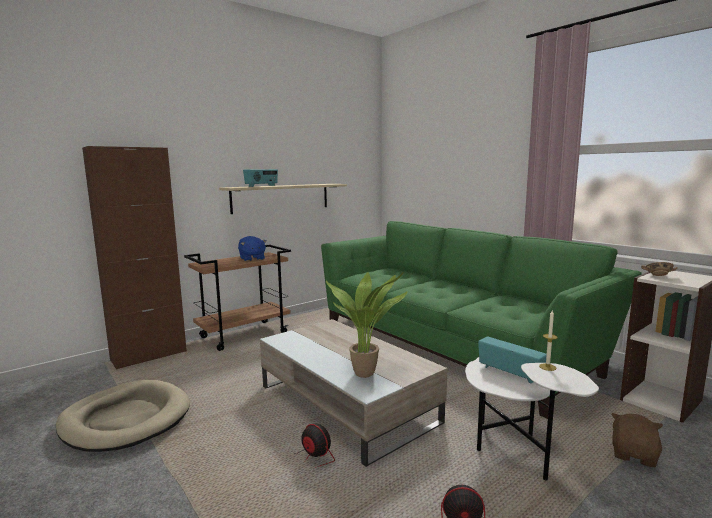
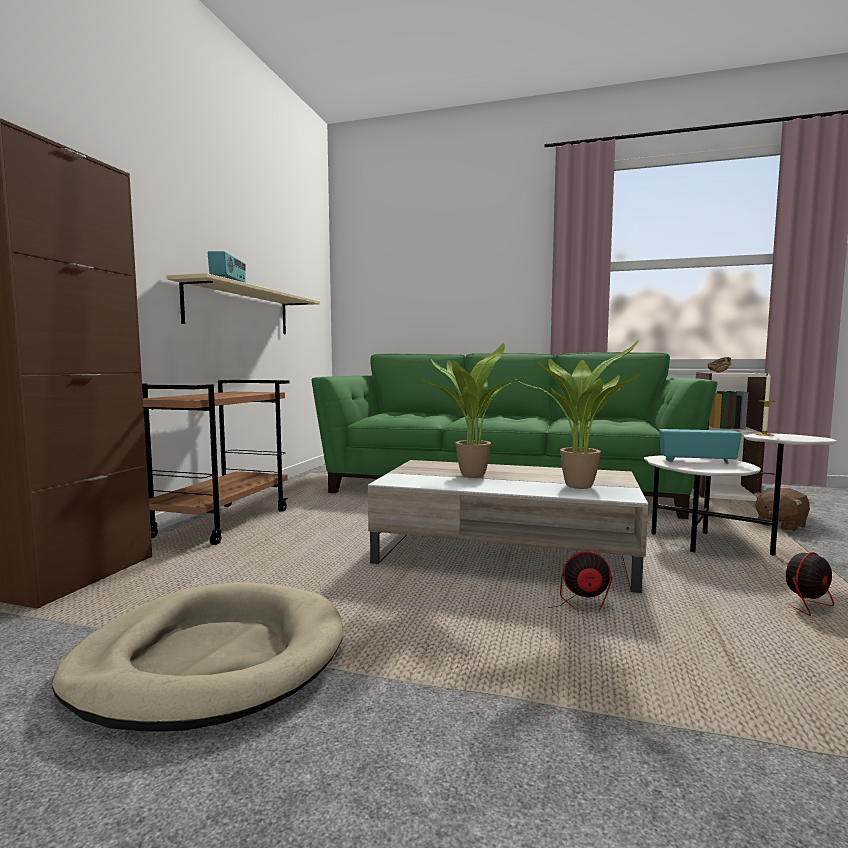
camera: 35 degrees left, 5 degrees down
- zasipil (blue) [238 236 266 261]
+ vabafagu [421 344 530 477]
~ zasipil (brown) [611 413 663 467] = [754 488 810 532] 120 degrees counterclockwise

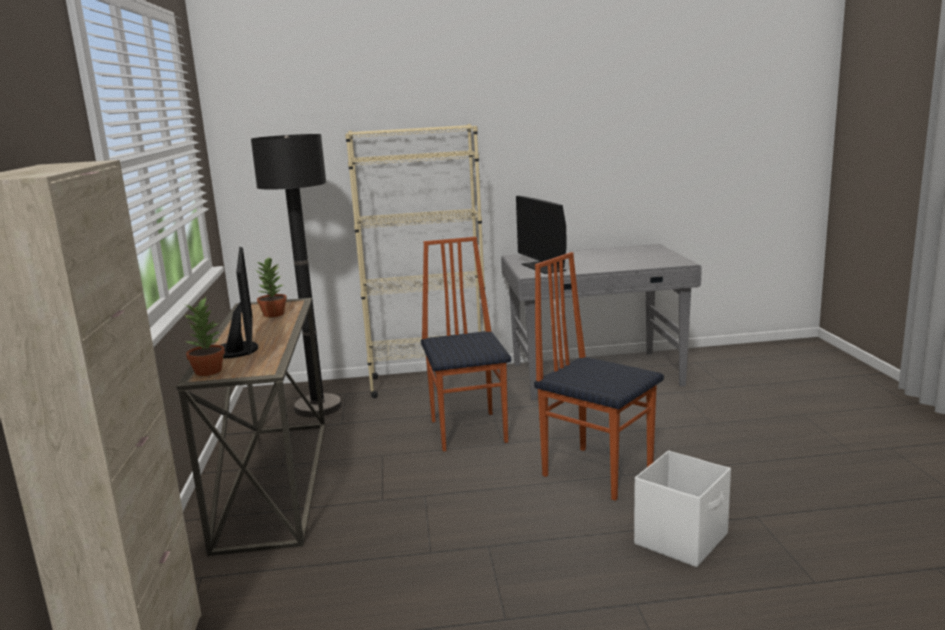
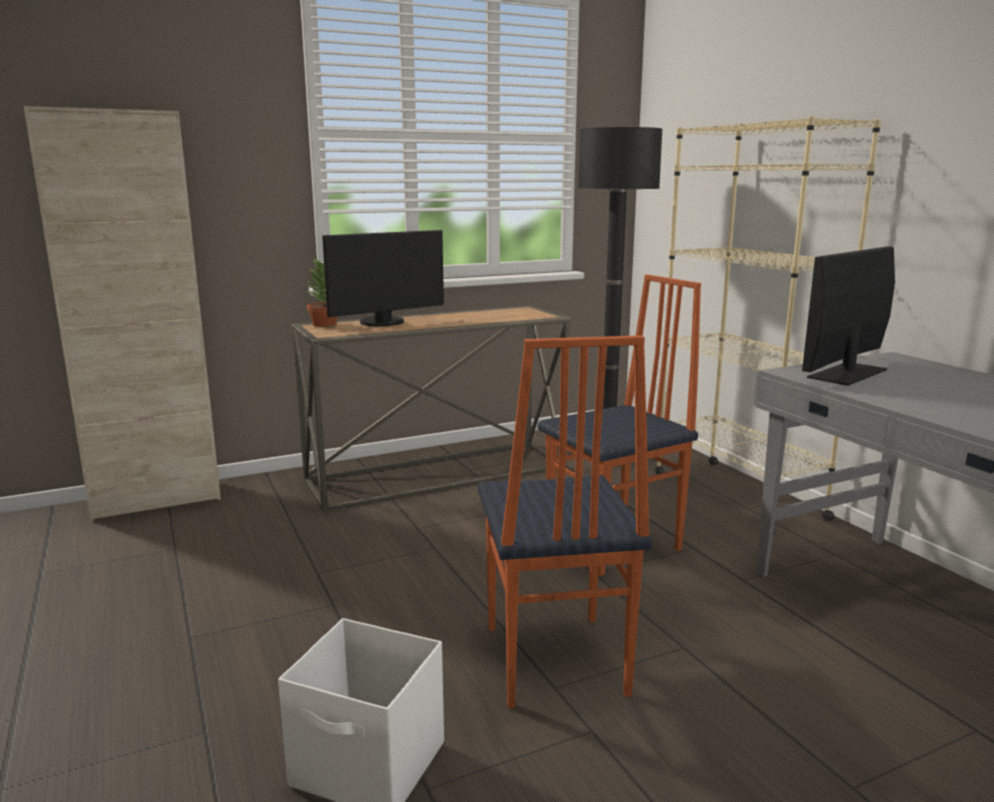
camera: 70 degrees right, 0 degrees up
- vabafagu [256 257 287 317]
~ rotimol [534 252 664 501] = [478 335 652 708] 150 degrees clockwise

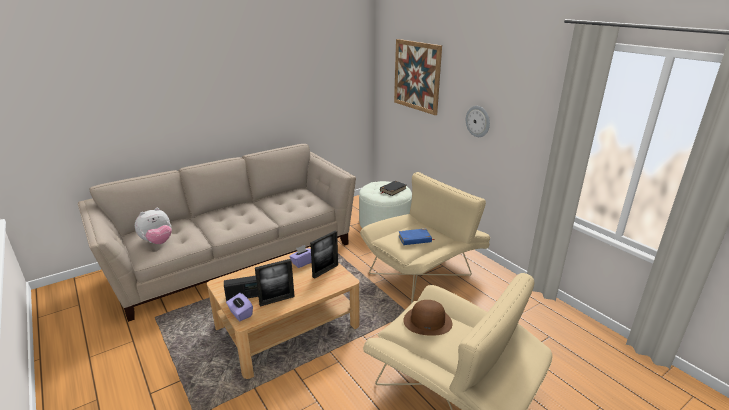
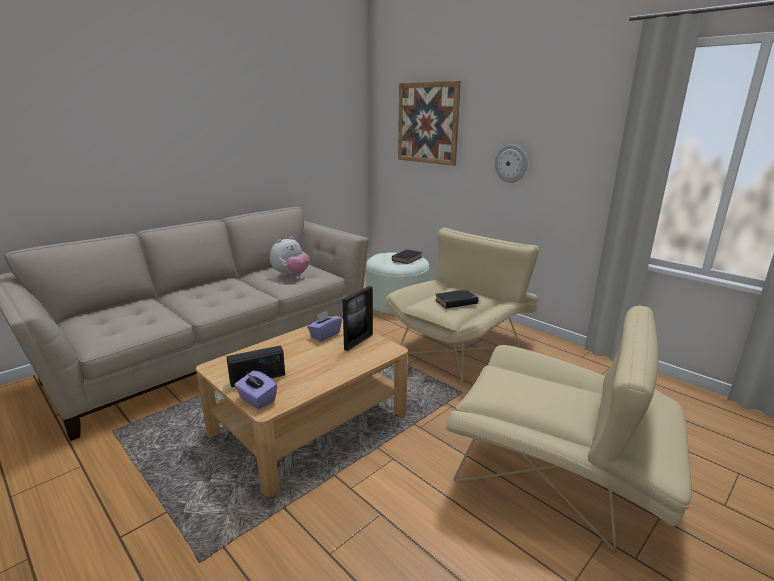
camera: 10 degrees left, 5 degrees down
- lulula [255 259 295 307]
- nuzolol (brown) [403 300 452 336]
~ zasipil [135 208 172 244] to [270 236 310 276]
~ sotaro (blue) [398 228 435 245] to sotaro (black) [435 290 478 309]

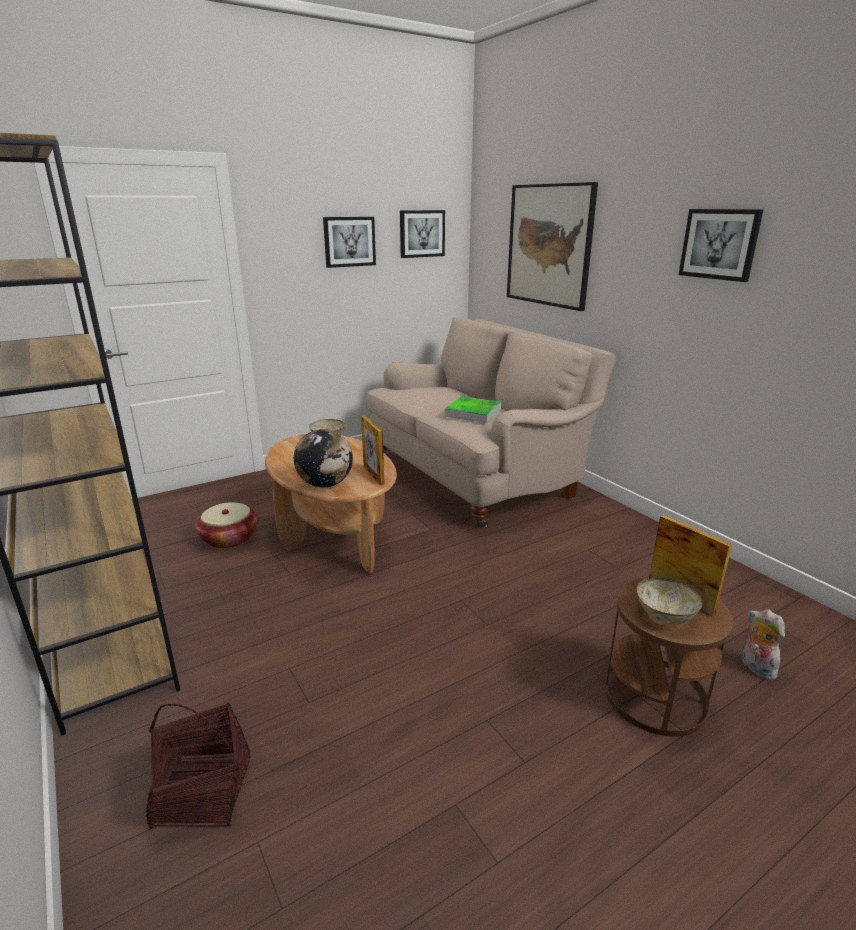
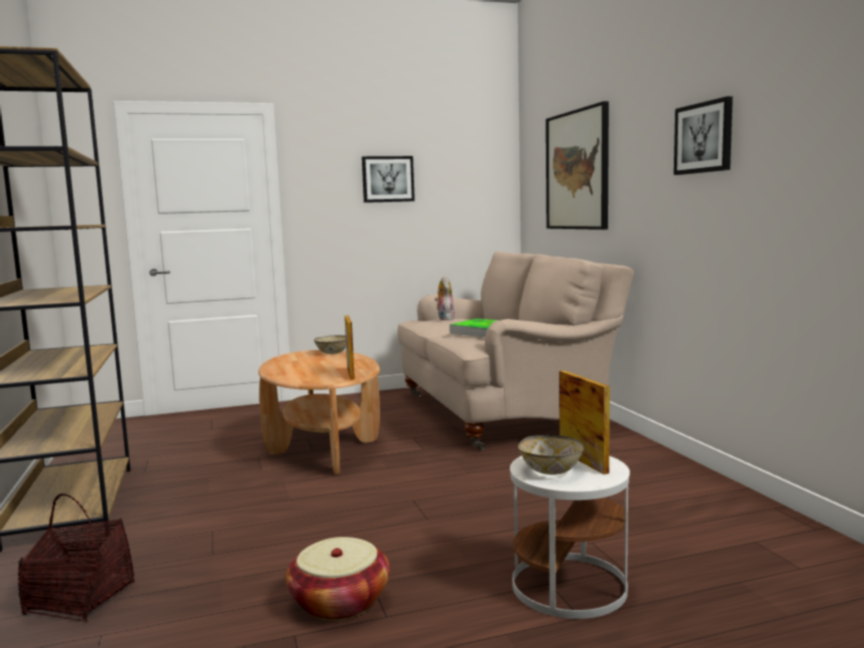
camera: 15 degrees right, 15 degrees down
- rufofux [294 429 353 488]
- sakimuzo [400 210 445 258]
~ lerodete [195 502 258 549] to [286 537 390 620]
~ zasipil [742 609 785 680] to [435 276 455 320]
~ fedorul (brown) [605 577 733 736] to fedorul (white) [510 456 630 619]

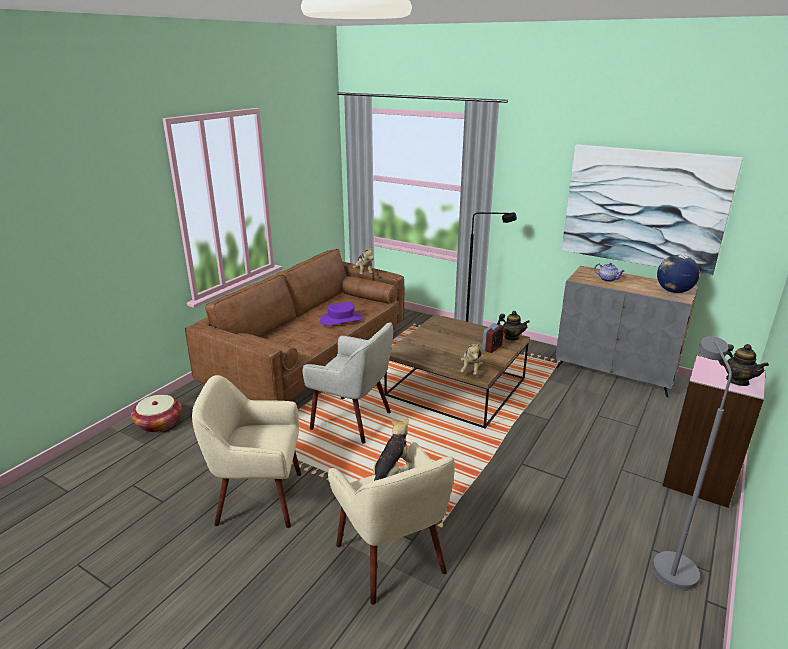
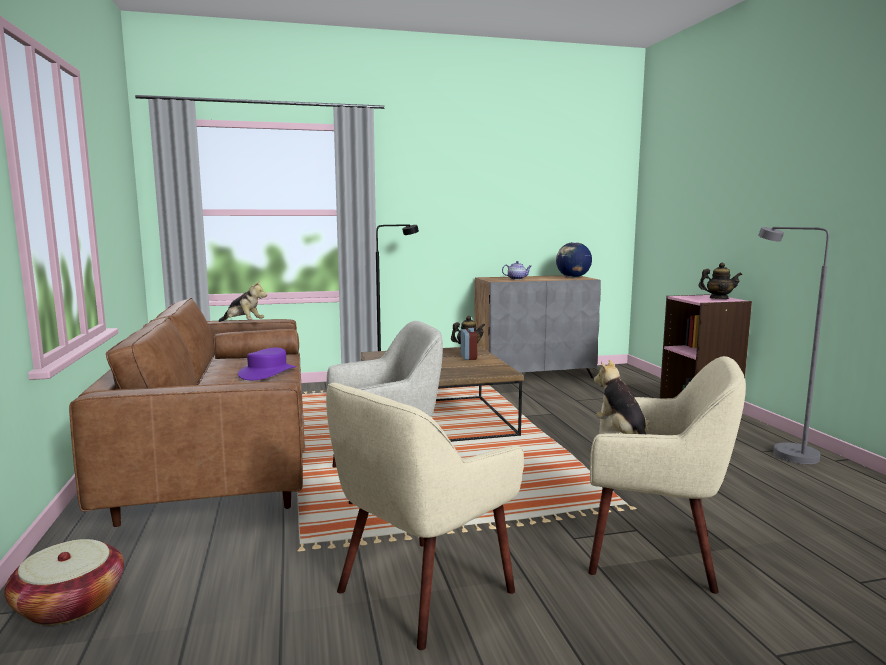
camera: 45 degrees left, 15 degrees down
- zasipil [460 342 484 375]
- sakimuzo [562 145 743 276]

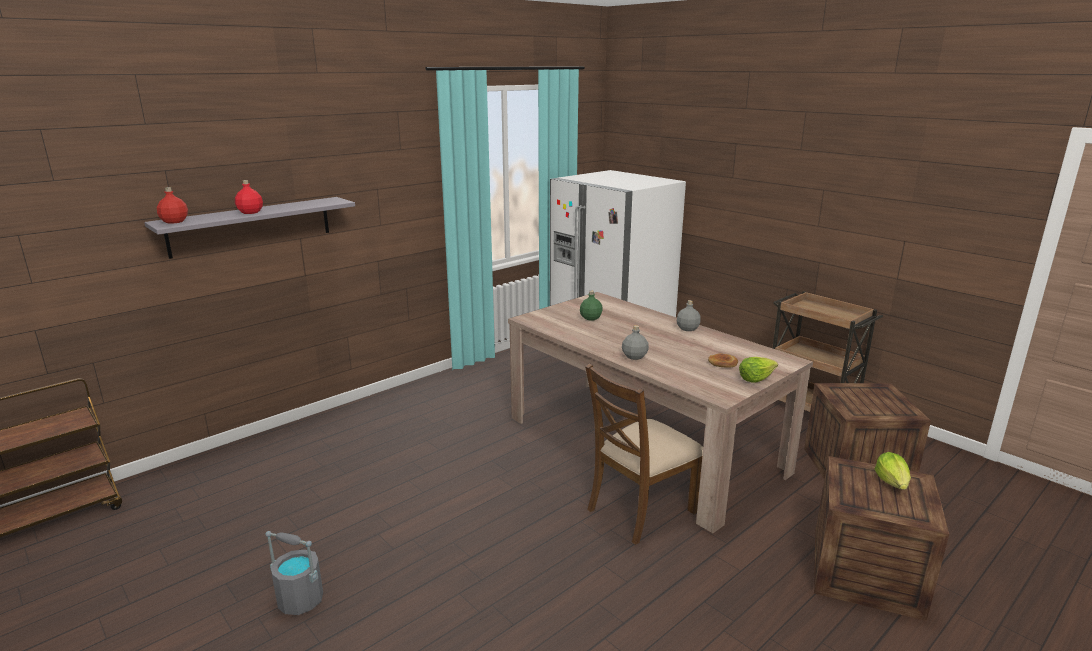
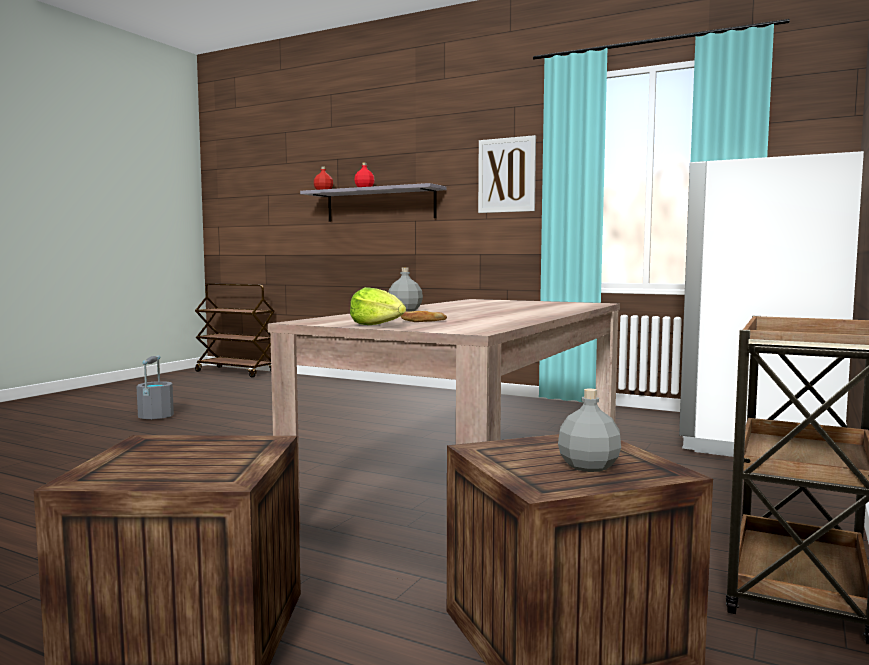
camera: 70 degrees right, 15 degrees down
- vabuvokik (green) [580 291 603 321]
- rotimol (brown) [585 363 703 545]
- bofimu [875 452 911 490]
+ sakimuzo [478 135 536 213]
~ vabuvokik (grey) [677 300 701 331] to [558 389 621 472]

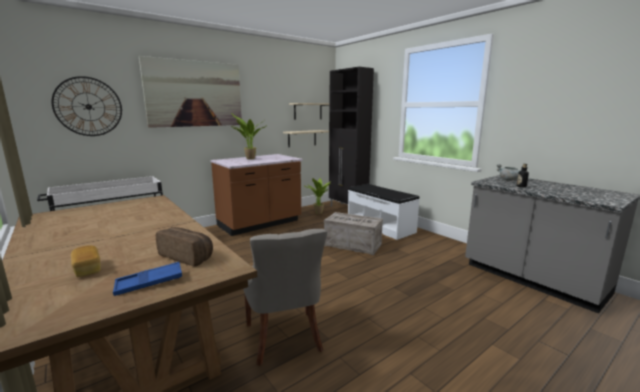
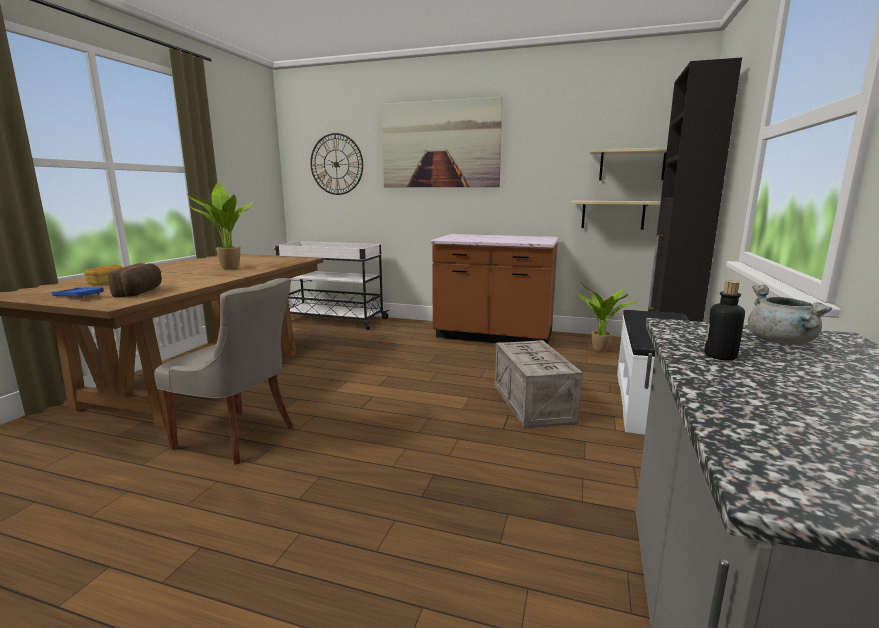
camera: 55 degrees right, 0 degrees up
~ vabafagu [231 113 267 160] to [186 182 253 270]
~ rotimol (grey) [243 229 327 366] = [154 278 293 465] 105 degrees counterclockwise

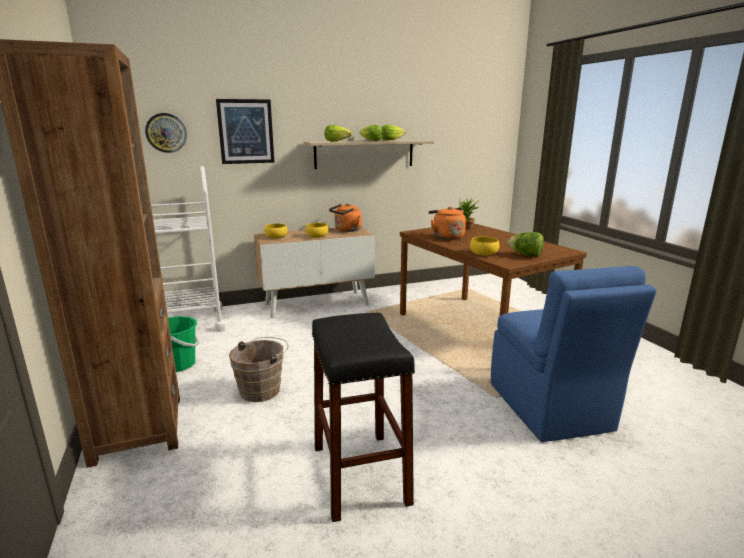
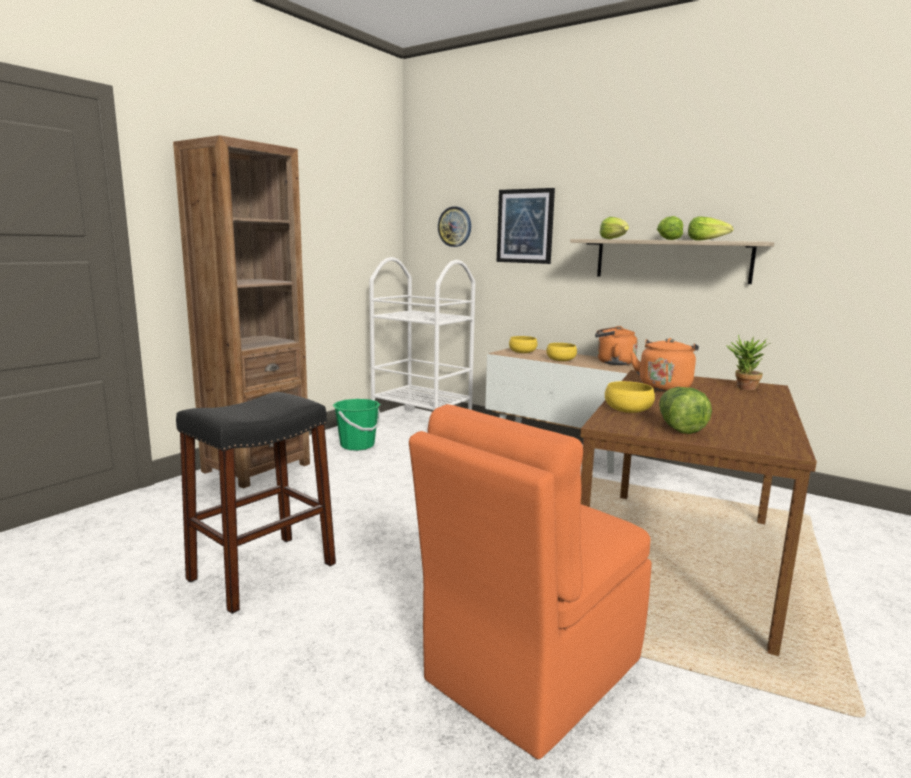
camera: 55 degrees right, 5 degrees down
- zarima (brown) [229 337 288 402]
~ rotimol (blue) [491 266 656 442] to rotimol (orange) [409 404 652 759]

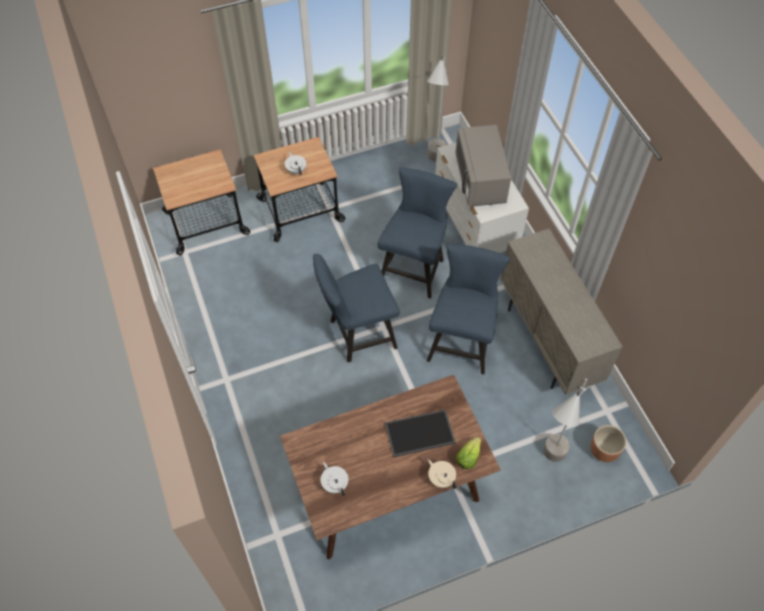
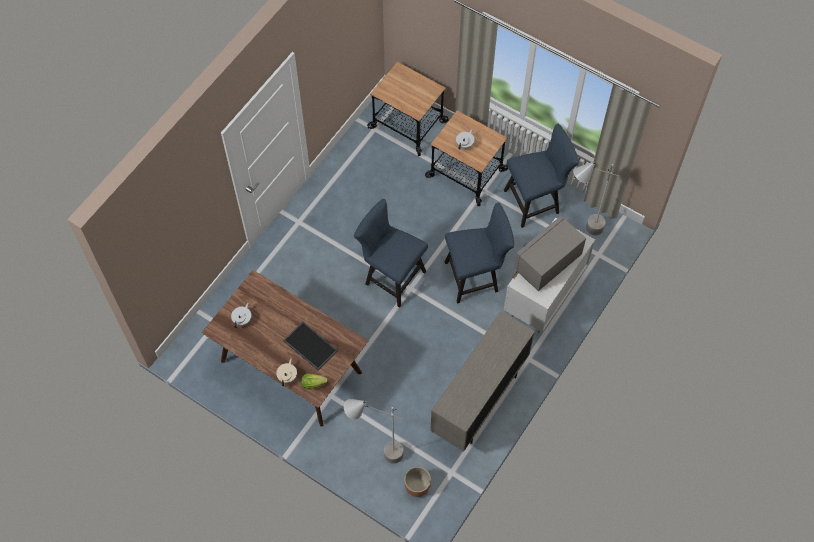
camera: 55 degrees right, 5 degrees up
~ rotimol (blue) [427 244 510 374] to [504 124 579 228]

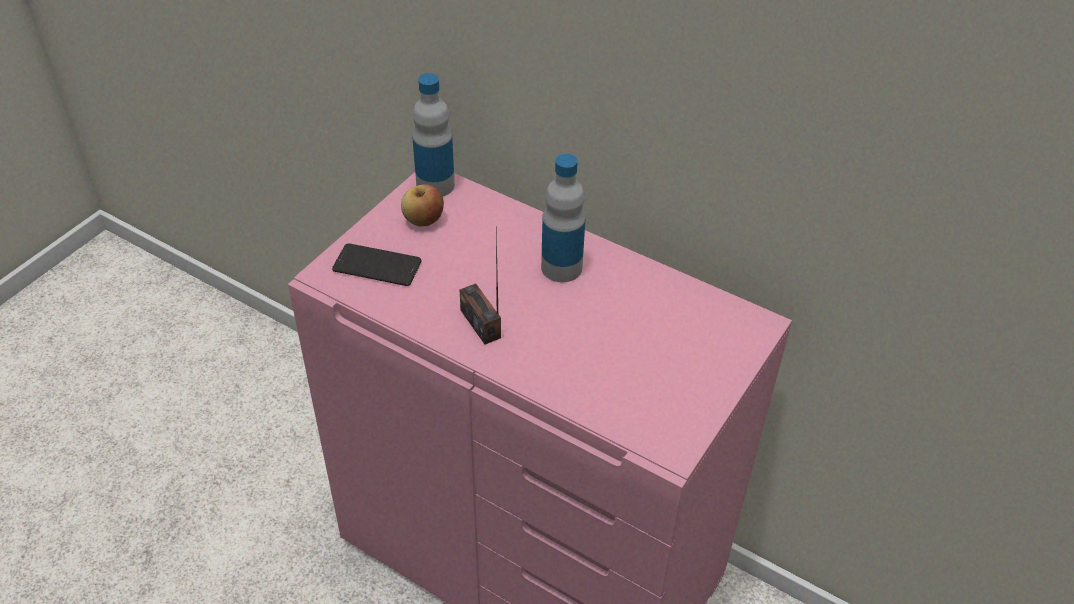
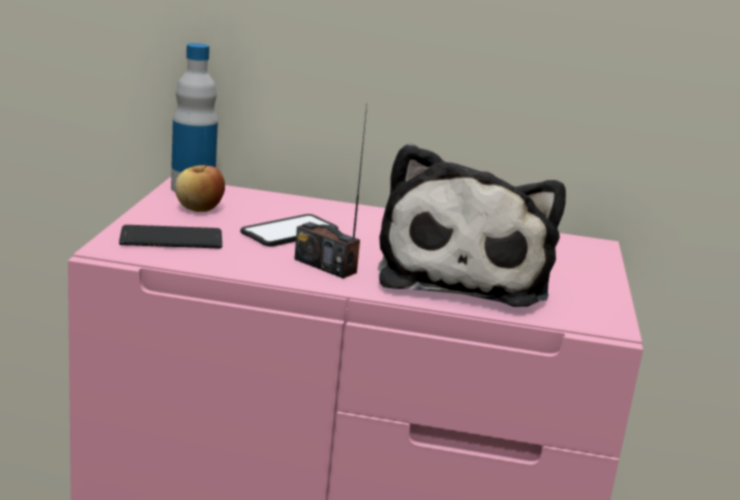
camera: 25 degrees left, 25 degrees down
- vabuvokik [541 154 585 282]
+ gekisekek [240 214 338 246]
+ zasipil [378 143 566 307]

